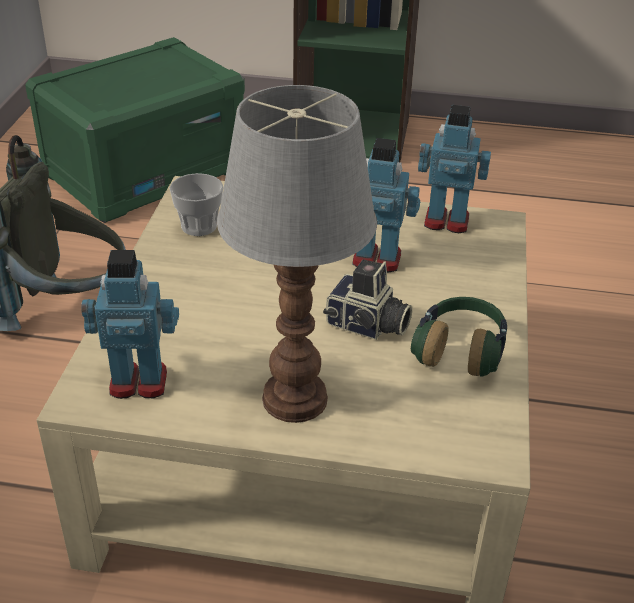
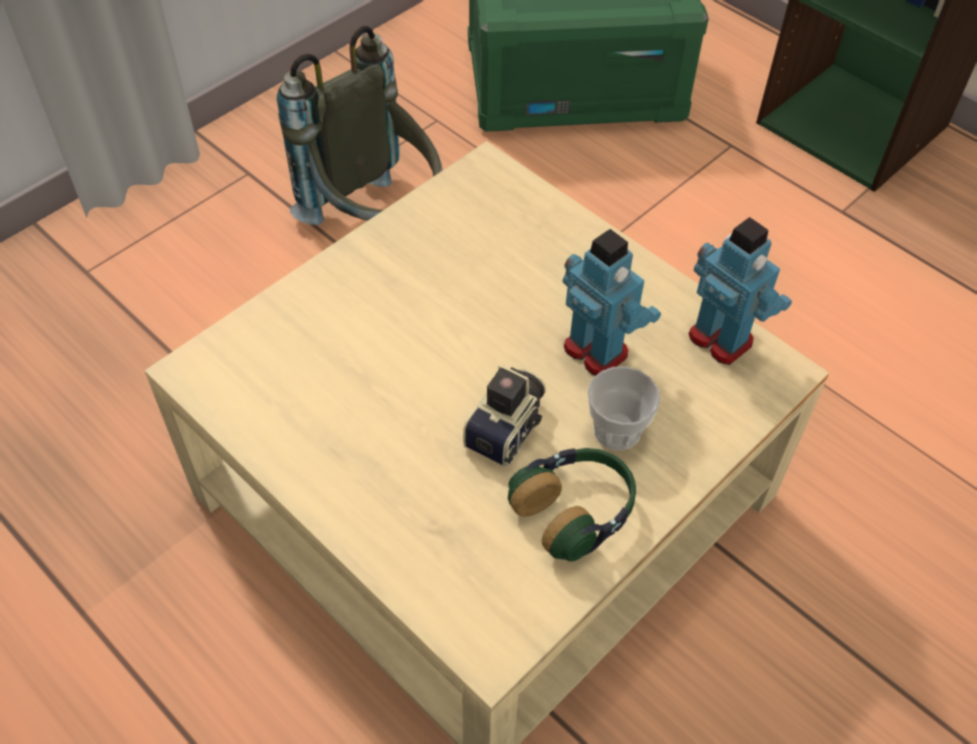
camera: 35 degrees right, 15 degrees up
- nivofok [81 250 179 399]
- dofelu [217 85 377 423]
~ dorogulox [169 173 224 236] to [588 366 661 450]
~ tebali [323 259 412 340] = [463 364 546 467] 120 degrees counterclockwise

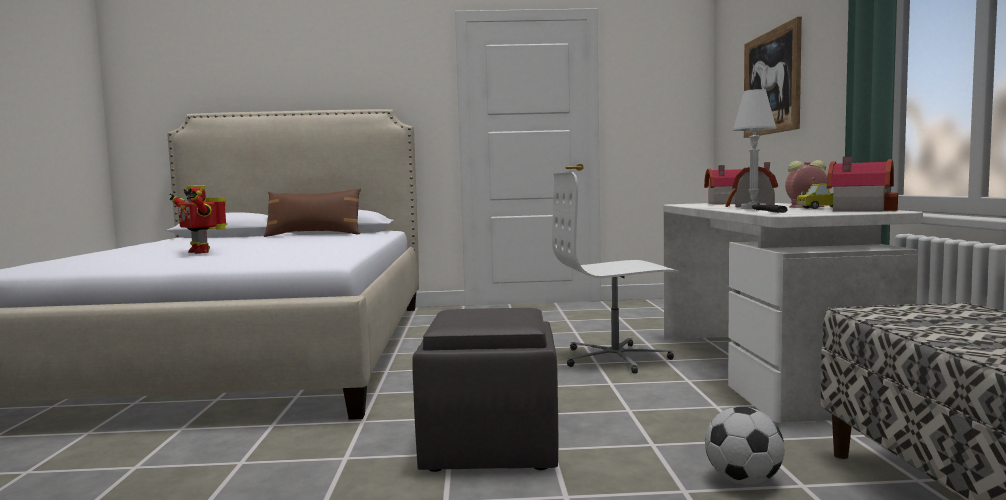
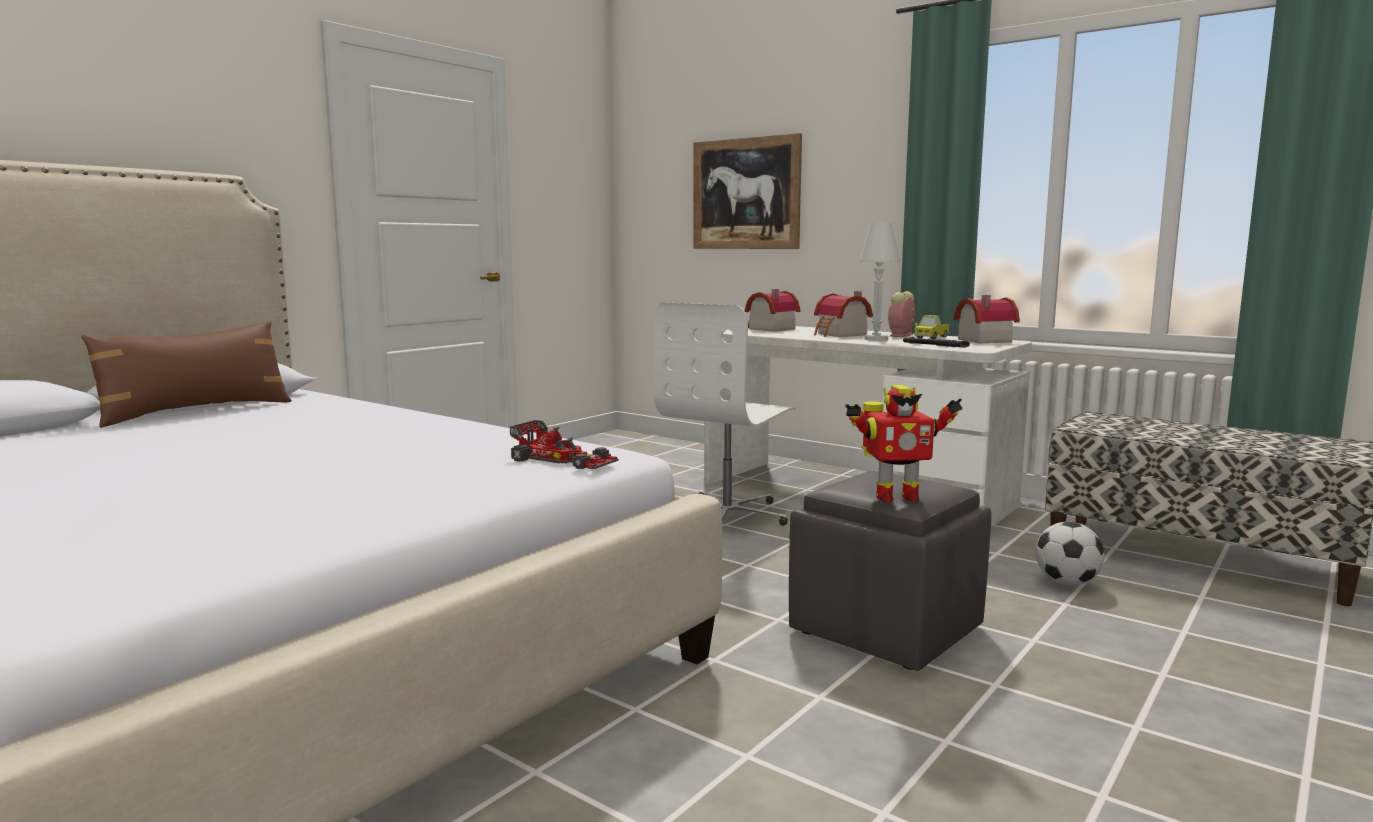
camera: 50 degrees left, 5 degrees up
+ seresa [510 420 618 469]
~ nivofok [169 185 227 254] to [845 385 962 503]

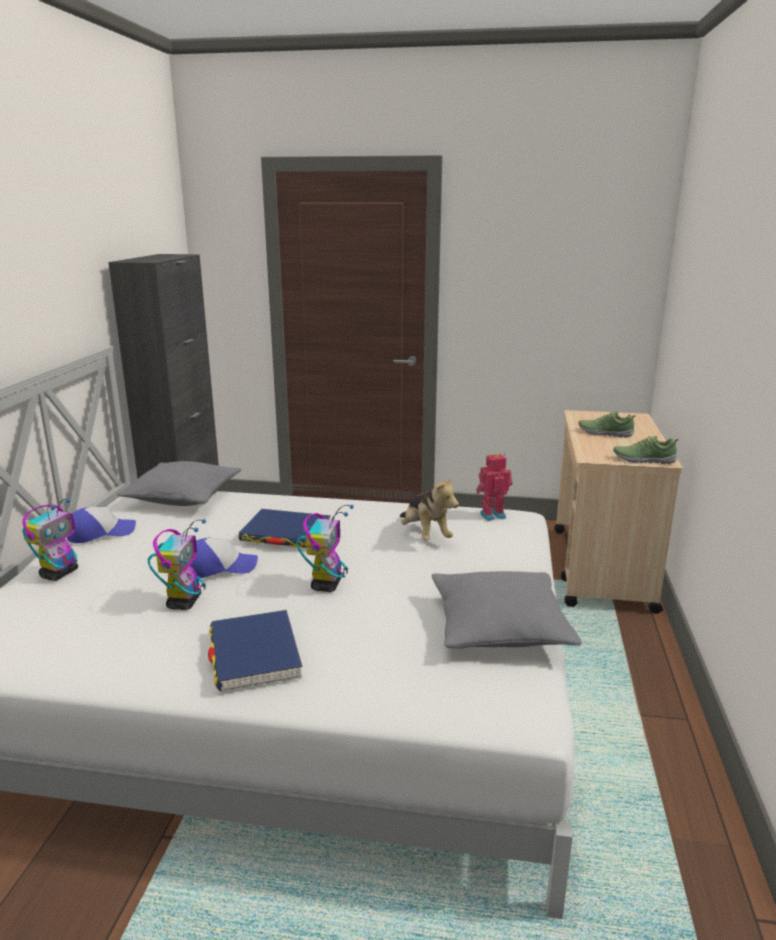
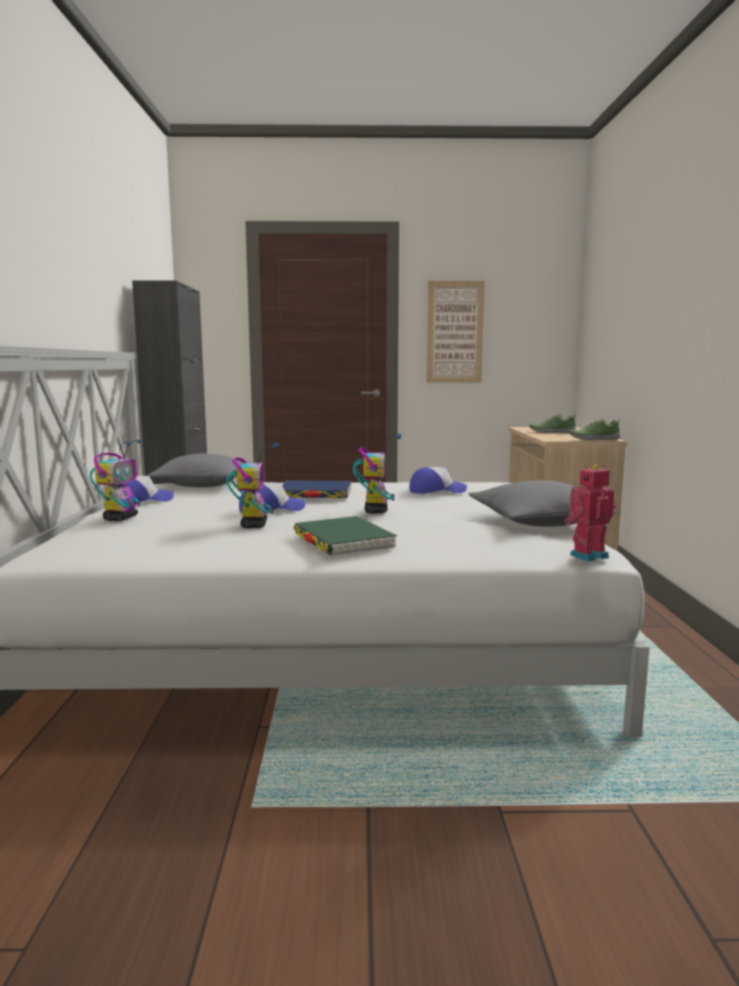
camera: 10 degrees left, 10 degrees down
+ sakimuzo [427 281 485 383]
~ nivofok [476 453 513 521] to [565 465 616 562]
~ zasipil [400 476 459 540] to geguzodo [409 467 467 494]
~ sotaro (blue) [208 610 302 691] to sotaro (green) [294 516 397 555]

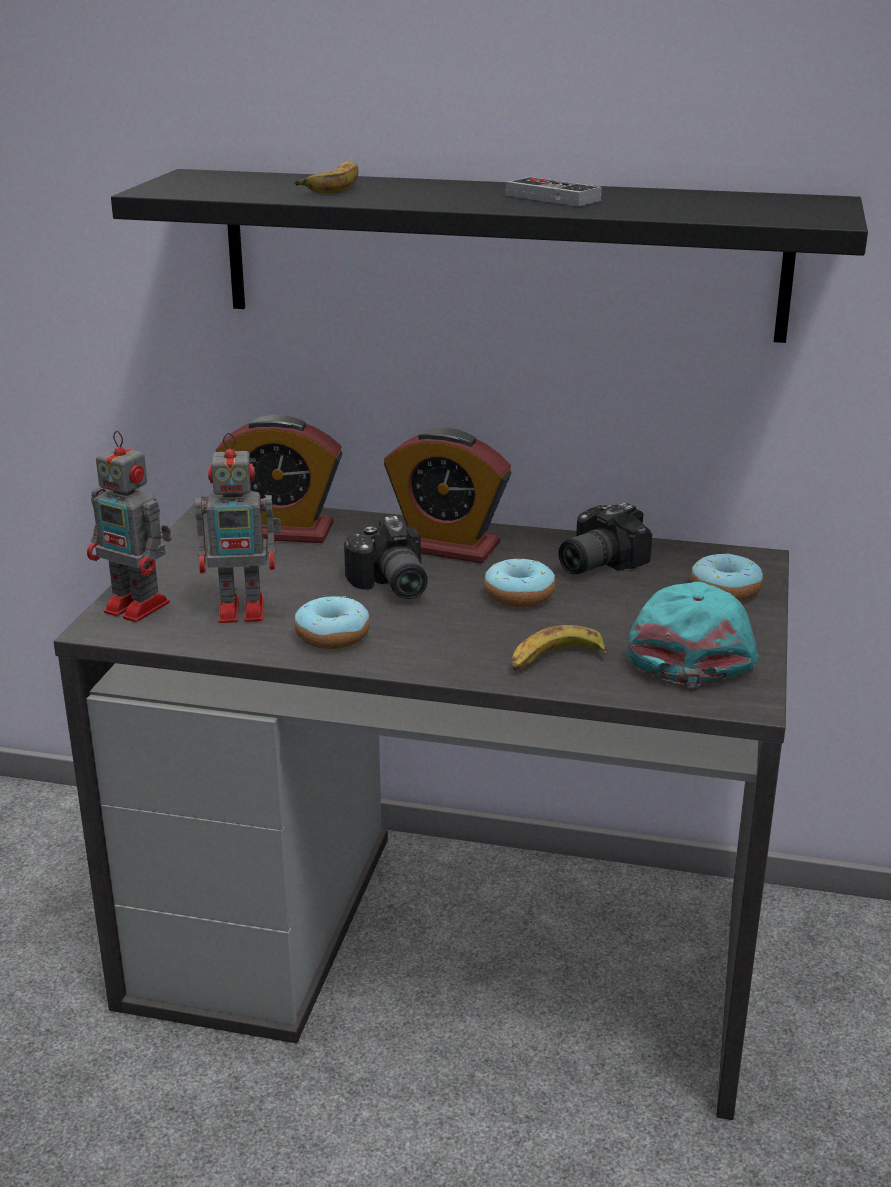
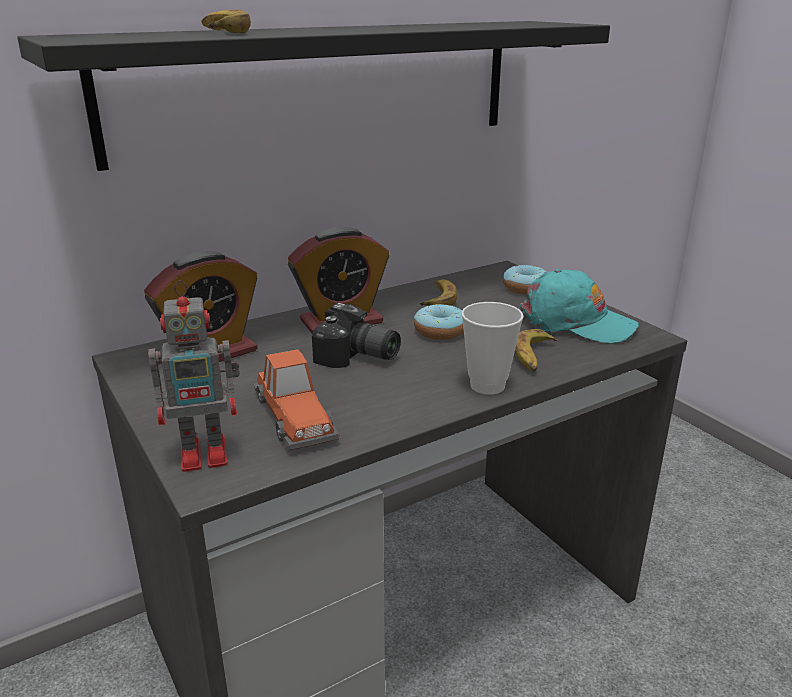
camera: 45 degrees left, 0 degrees up
- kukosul [294 595 370 649]
- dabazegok [505 177 602 207]
+ dorogulox [461 302 524 395]
~ nivofok [195 433 282 623] to seresa [254 350 340 450]
~ tebali [558 503 652 574] to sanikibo [420 279 457 306]
~ geguzodo (turquoise) [627 582 759 687] = [520 269 639 344] 150 degrees clockwise

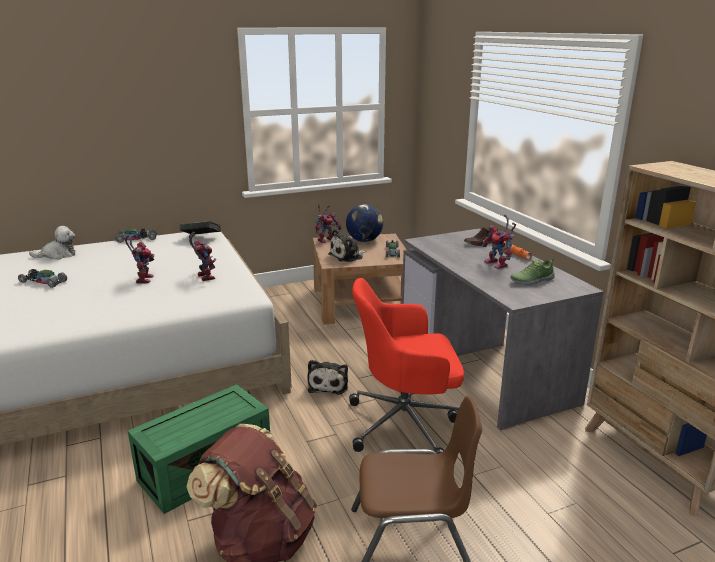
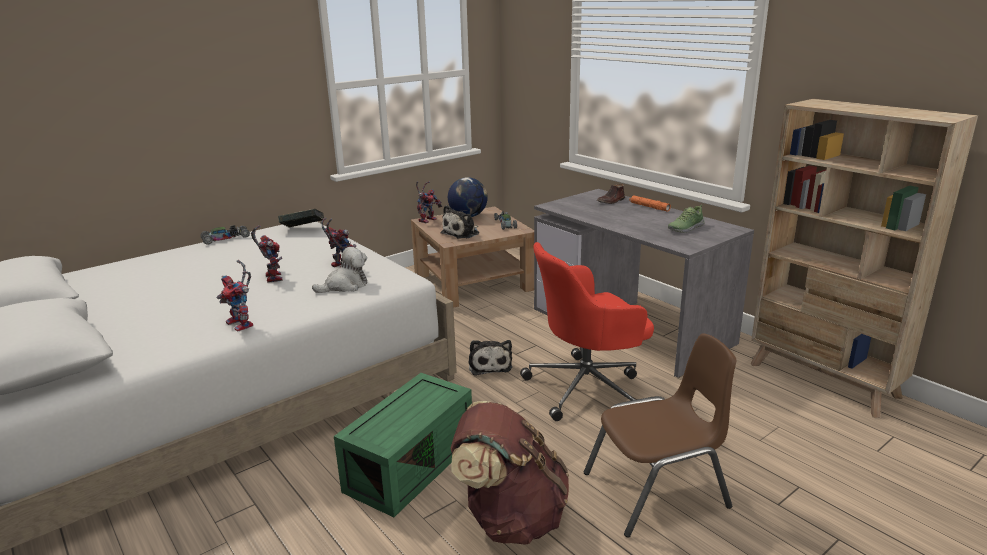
camera: 15 degrees left, 0 degrees up
- seresa [18 269 67 288]
~ zasipil [29 226 76 260] to [312 247 367 293]
~ nivofok [482 214 516 269] to [217 260 253 332]

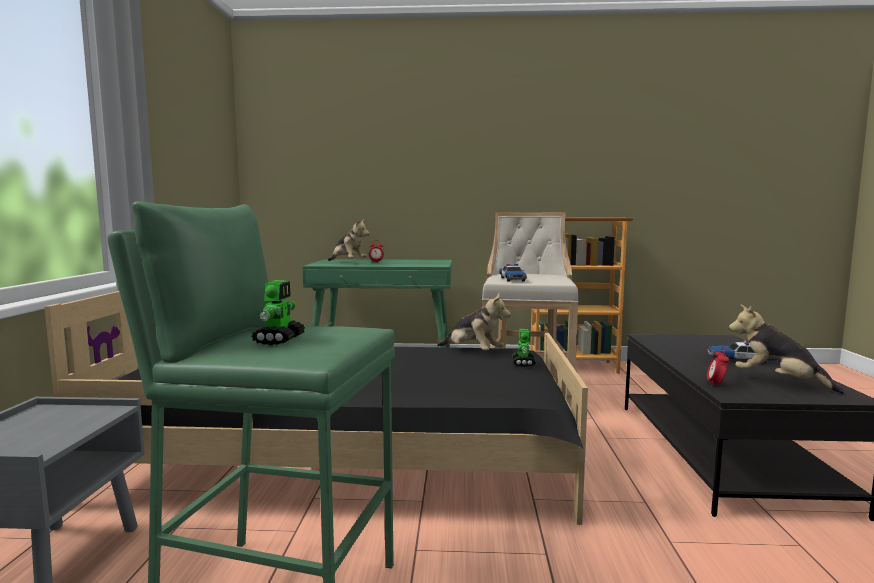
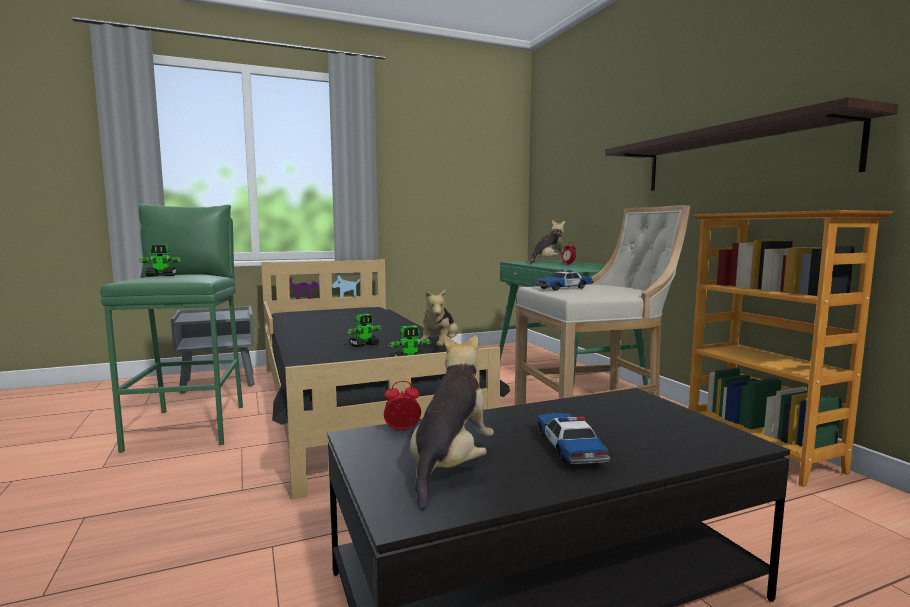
camera: 65 degrees right, 0 degrees up
+ nivofok [346 314 382 347]
+ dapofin [605 97 898 191]
~ zasipil [328 219 370 261] = [530 220 565 264] 150 degrees counterclockwise

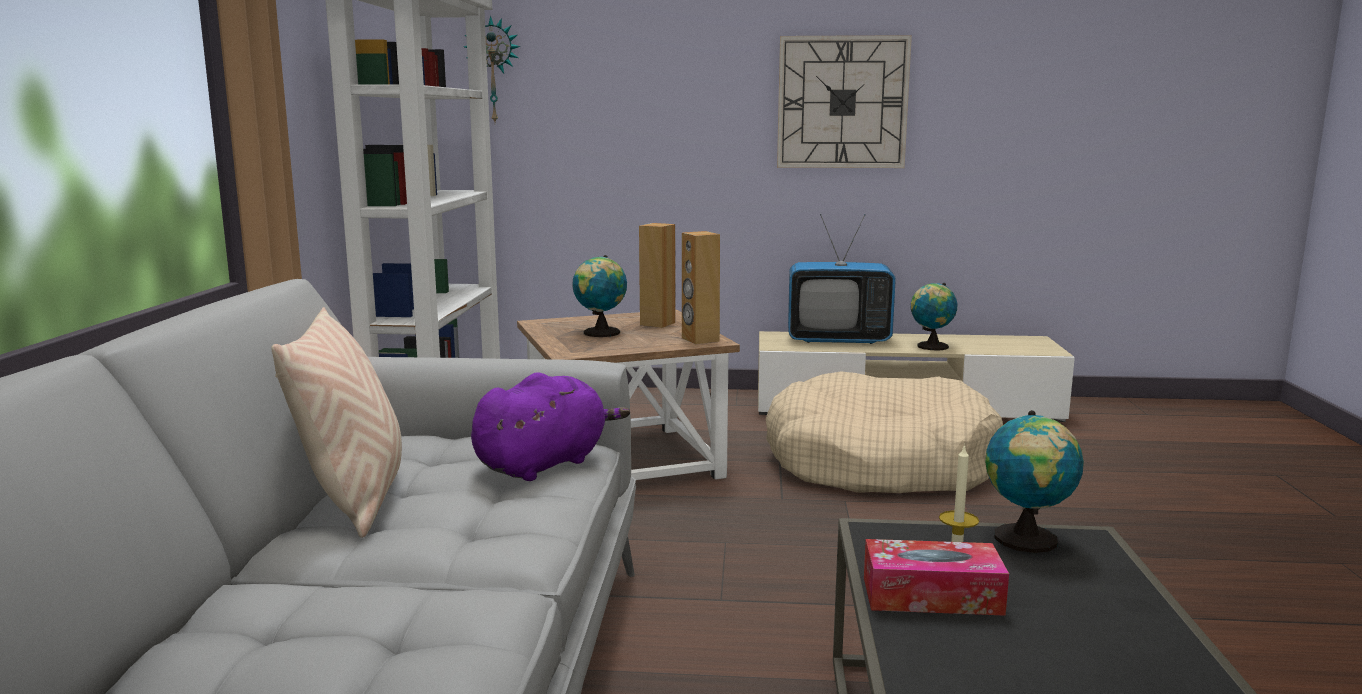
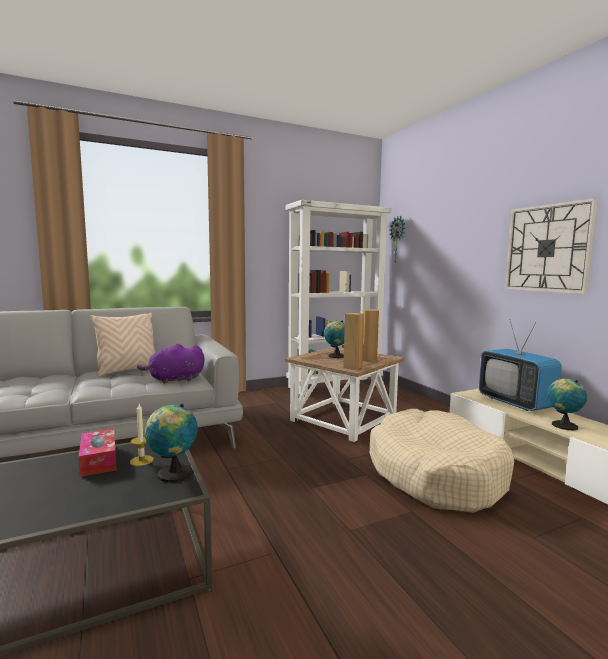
camera: 60 degrees right, 5 degrees down
~ zasipil (purple) [471 372 630 481] = [137 344 204 384] 150 degrees clockwise

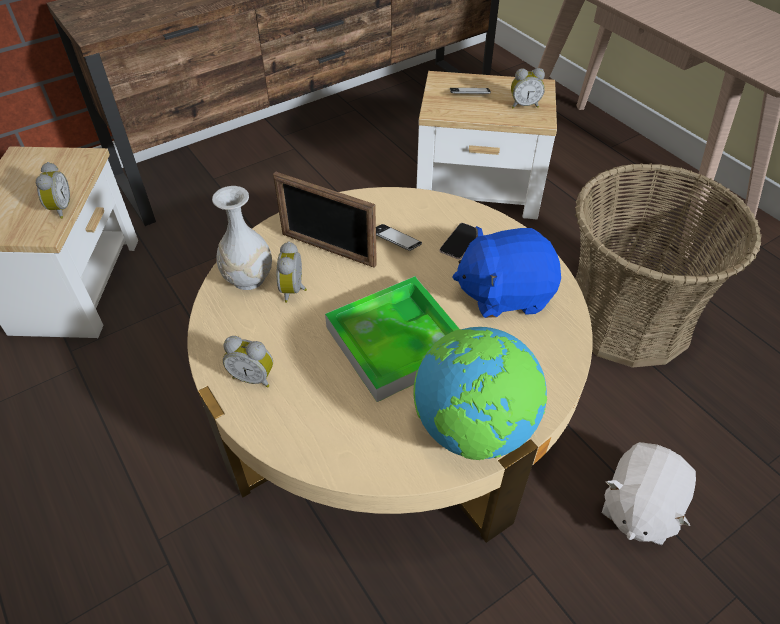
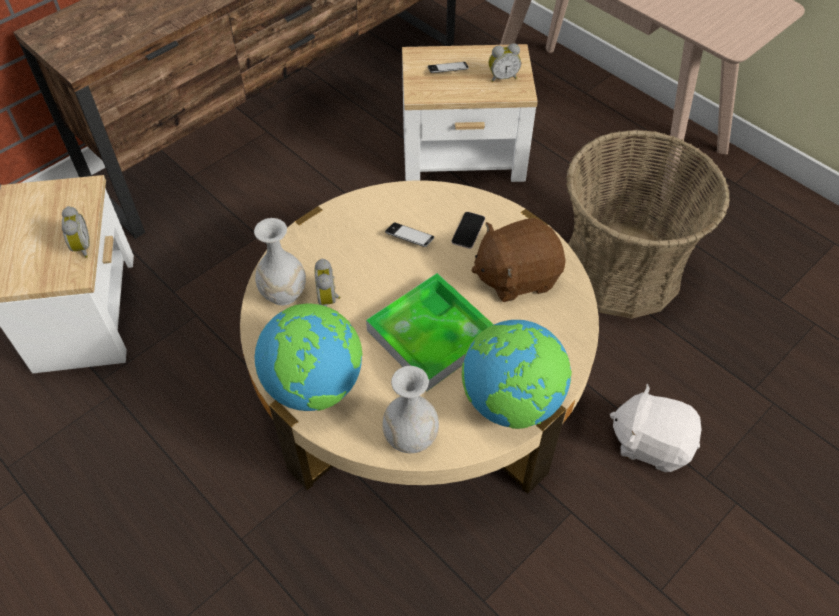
camera: 10 degrees left, 5 degrees up
- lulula [273 172 377 268]
+ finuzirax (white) [382 366 439 453]
~ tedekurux [223 336 273 388] to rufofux [255 304 363 411]
~ zasipil (blue) [453 226 561 318] to zasipil (brown) [471 218 566 302]
~ zasipil (white) [602 442 696 545] = [610 384 702 472] 90 degrees clockwise

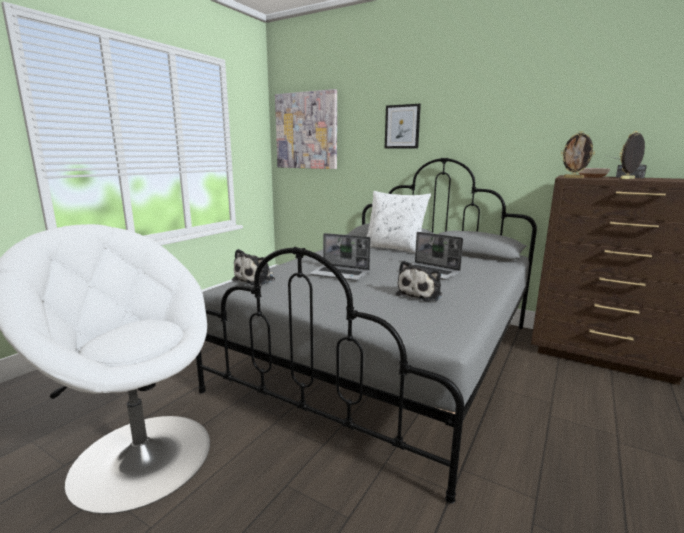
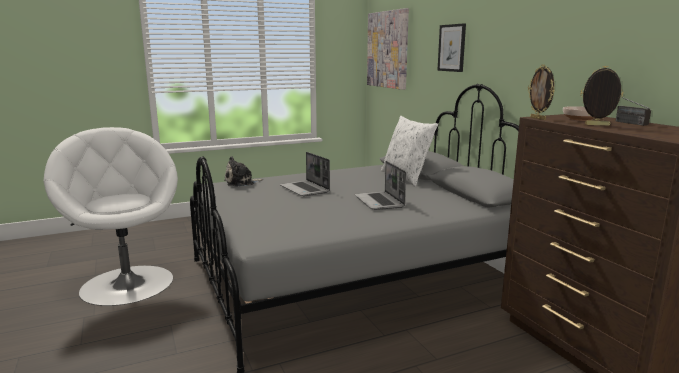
camera: 35 degrees right, 0 degrees up
- zasipil [396 261 443 301]

